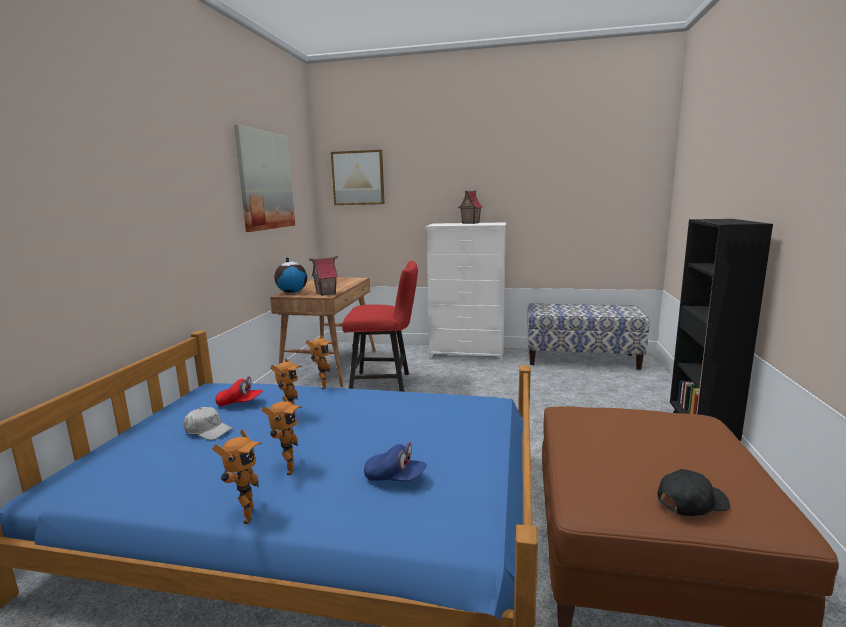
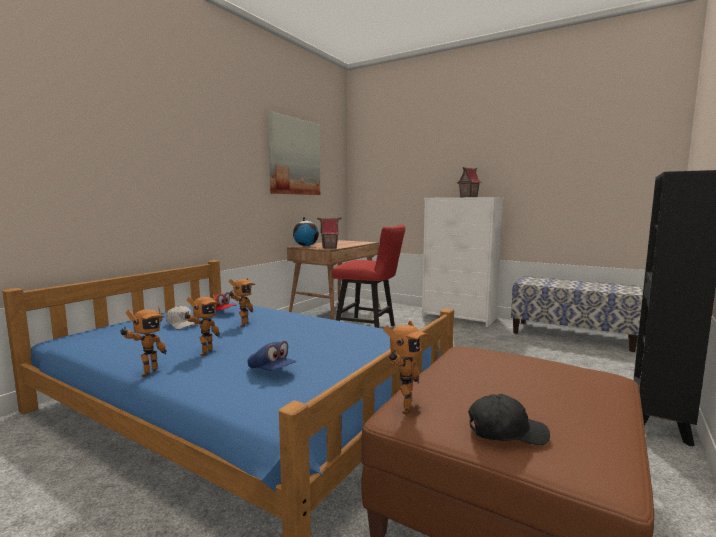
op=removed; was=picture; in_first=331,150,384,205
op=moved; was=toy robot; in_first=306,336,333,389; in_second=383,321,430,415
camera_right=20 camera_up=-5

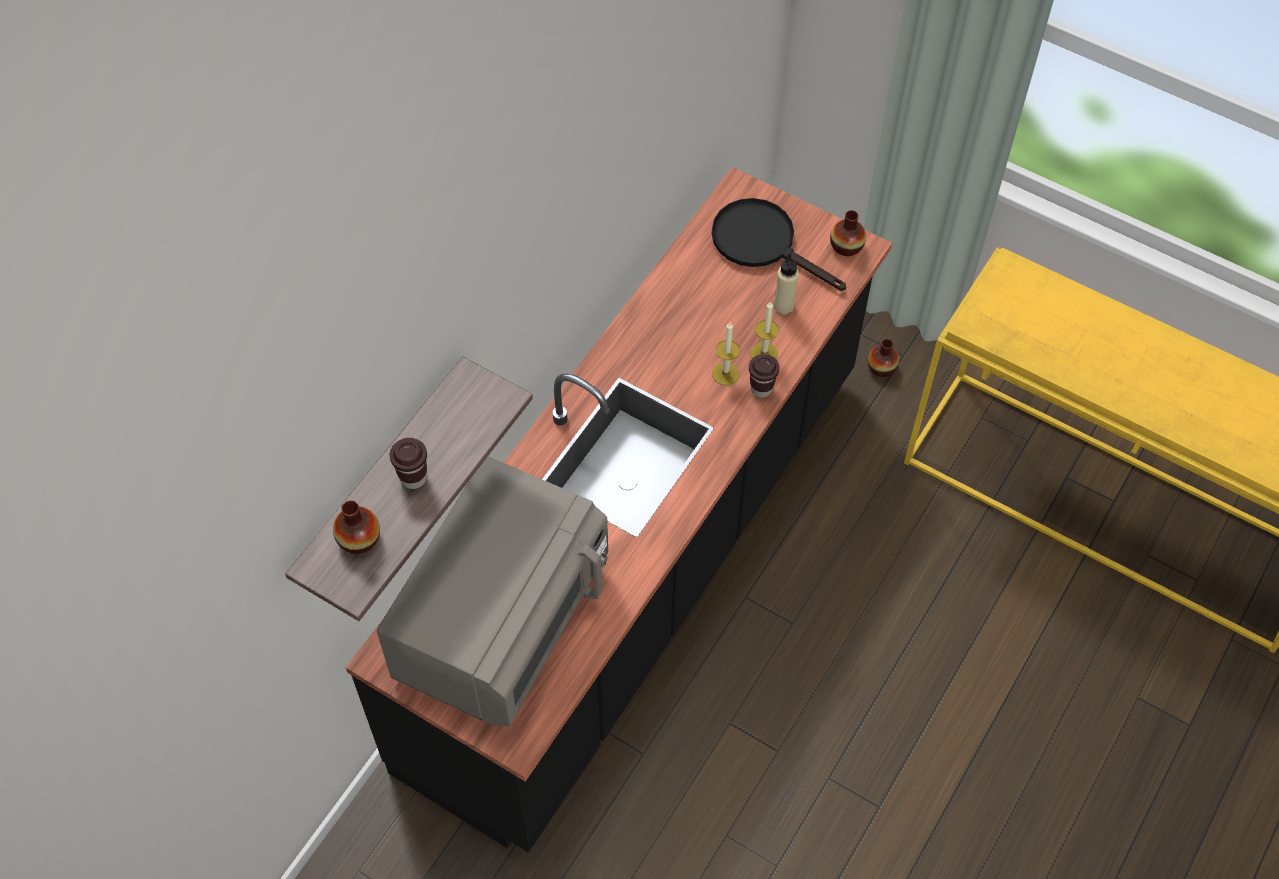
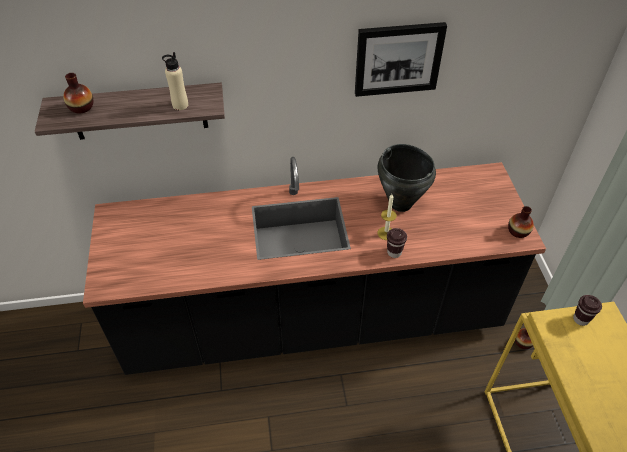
op=removed; was=microwave in grey; in_first=377,456,608,727
op=removed; was=frying pan in black; in_first=712,198,846,291
op=removed; was=candle; in_first=751,301,779,359
op=added; now=picture; in_second=355,22,447,97
op=added; now=cooking pot in black; in_second=378,144,436,212
op=moved; was=cup in brown; in_first=389,438,427,489; in_second=573,295,602,326
op=moved; was=bottle in beige; in_first=774,253,799,315; in_second=162,52,188,110
camera_right=50 camera_up=-10

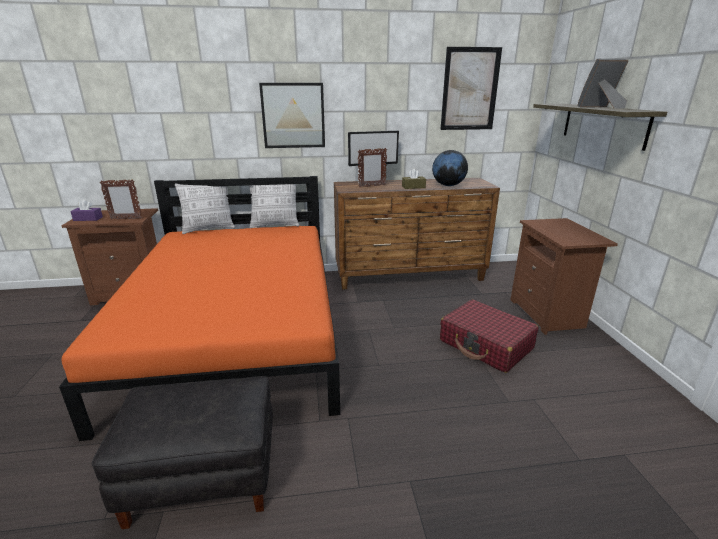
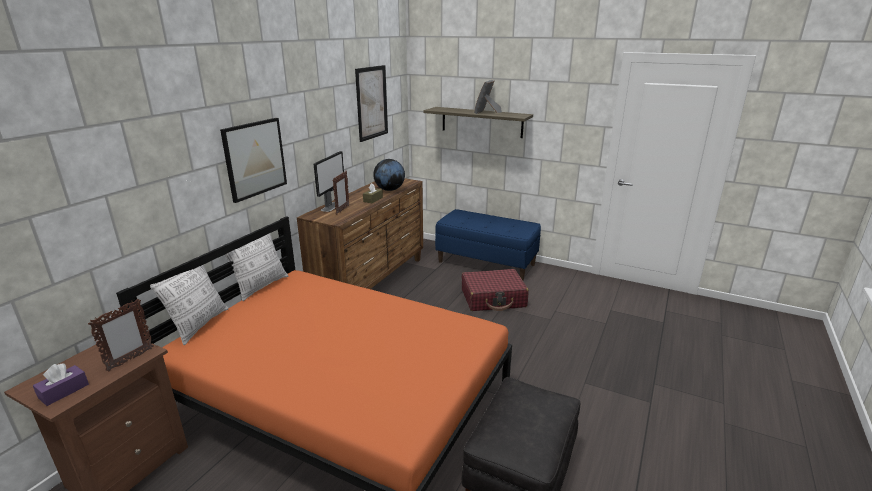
op=replaced; was=nightstand in brown; now=bench in blue; in_first=510,218,618,335; in_second=435,209,541,280
camera_right=-55 camera_up=0

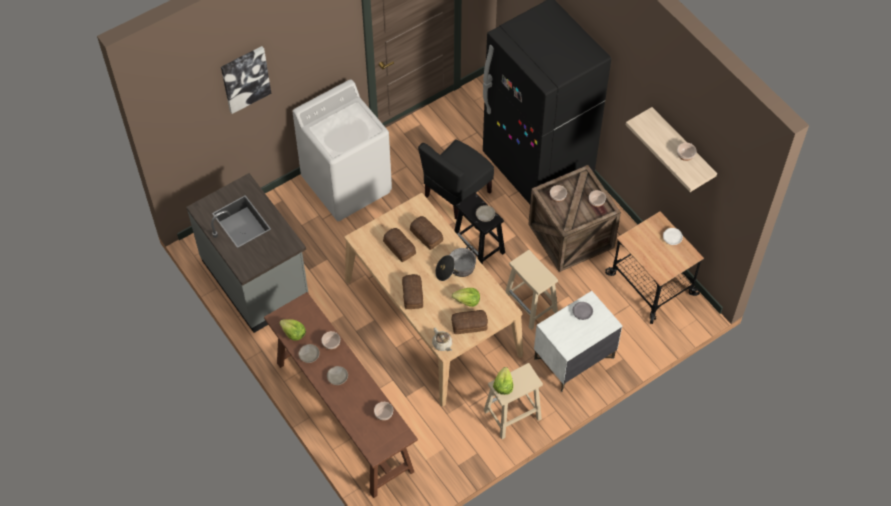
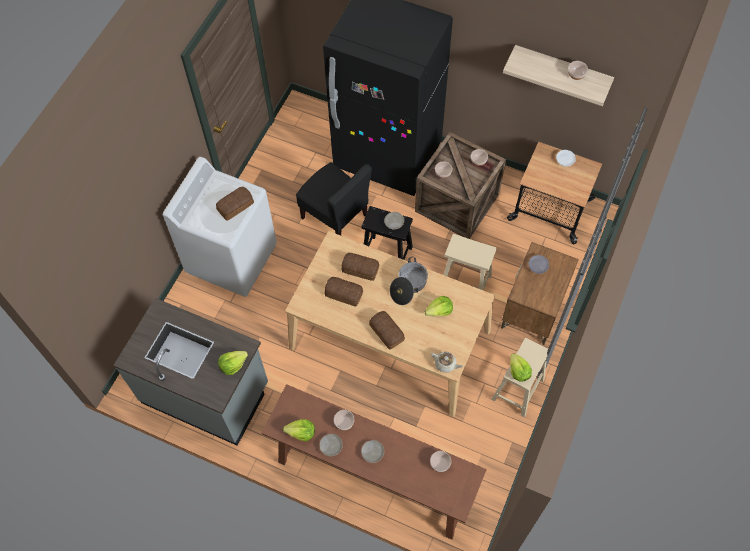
op=removed; was=picture; in_first=221,46,271,114
op=added; now=lettuce; in_second=218,351,248,375
op=moved; was=bread; in_first=451,310,488,334; in_second=216,187,254,221
op=recoloured; was=nightstand in white; now=nightstand in brown; in_first=534,291,623,392; in_second=501,242,579,345
op=turned; was=chair in black; in_first=418,140,494,220; in_second=296,162,372,235; clockwise=-60
camera_right=-30 camera_up=5

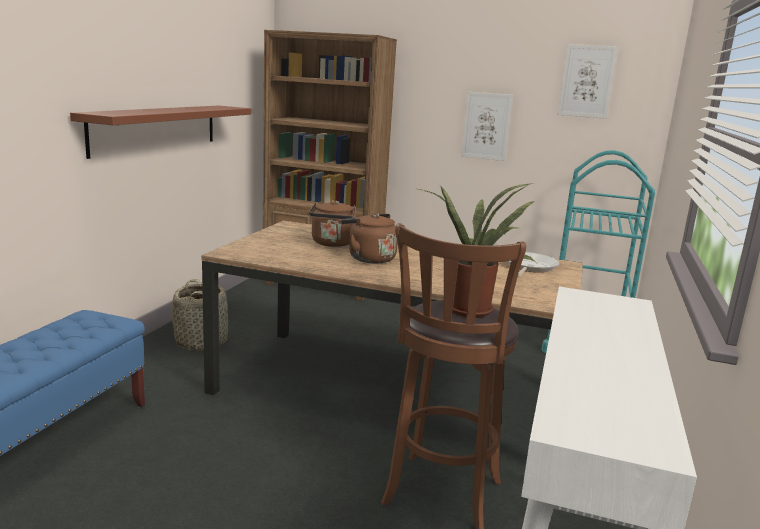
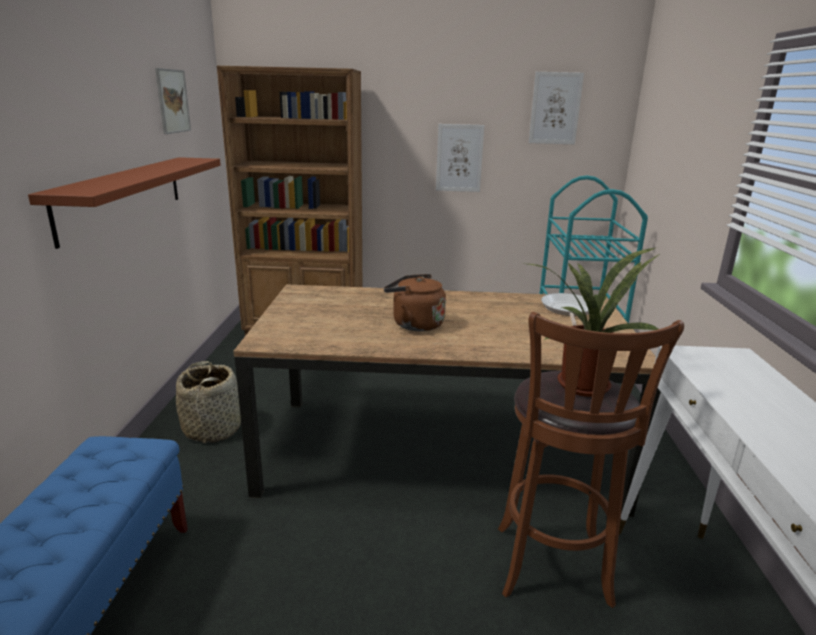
op=removed; was=kettle in brown; in_first=309,200,357,247
op=added; now=picture; in_second=155,68,191,134
camera_right=-15 camera_up=5

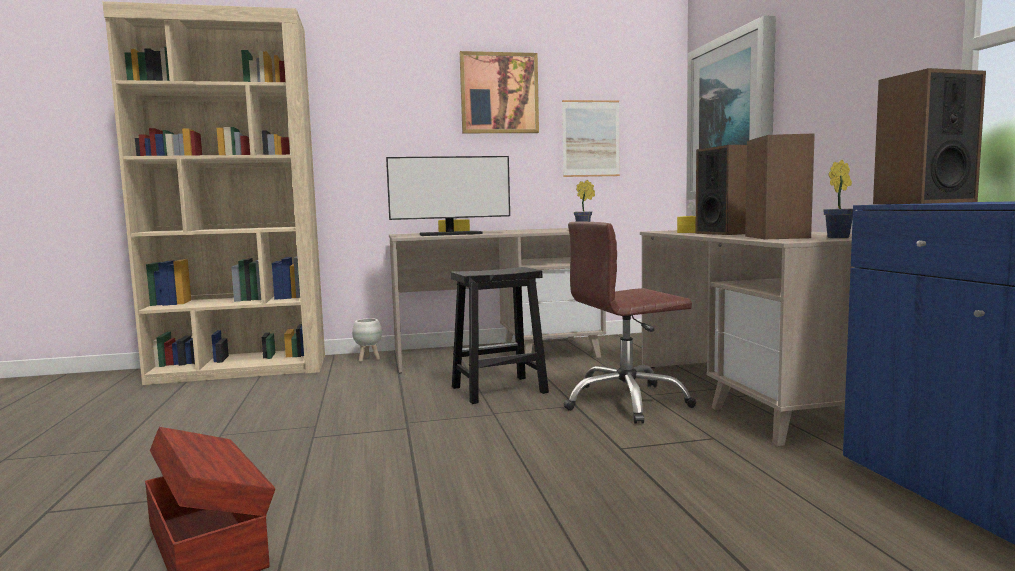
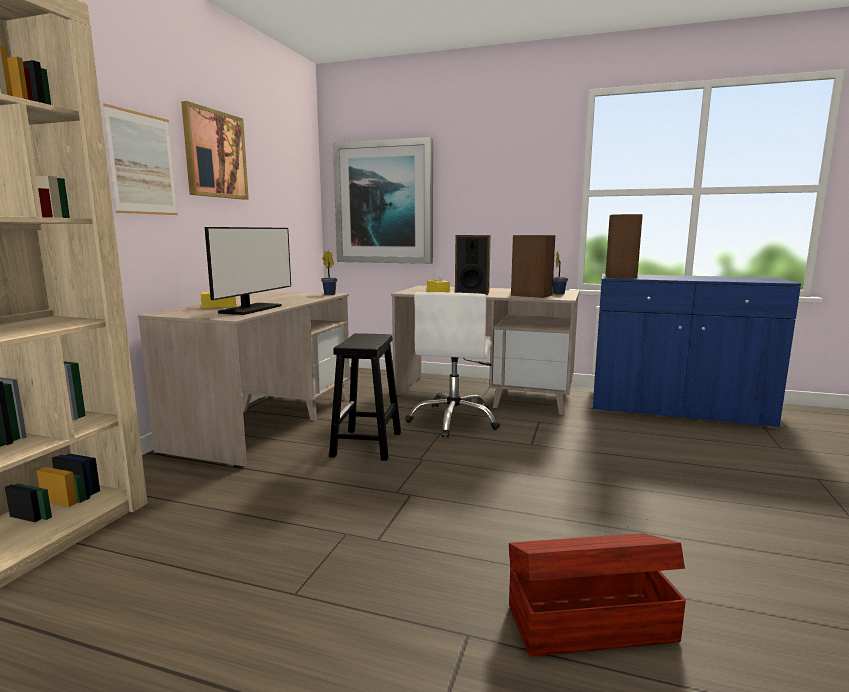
op=removed; was=planter in white; in_first=352,318,382,362
op=moved; was=picture; in_first=562,100,620,177; in_second=103,103,178,215
op=recoloured; was=office chair in brown; now=office chair in white; in_first=563,221,696,424; in_second=405,292,500,438
camera_right=-60 camera_up=5

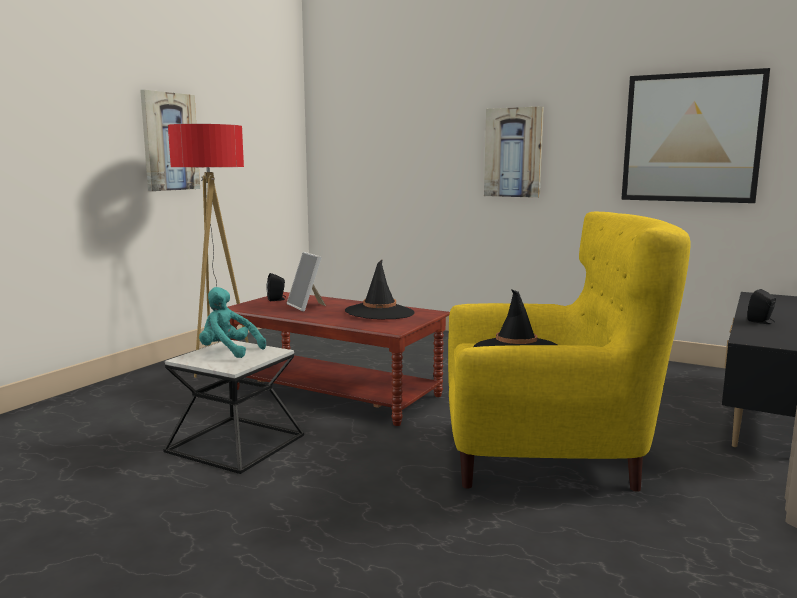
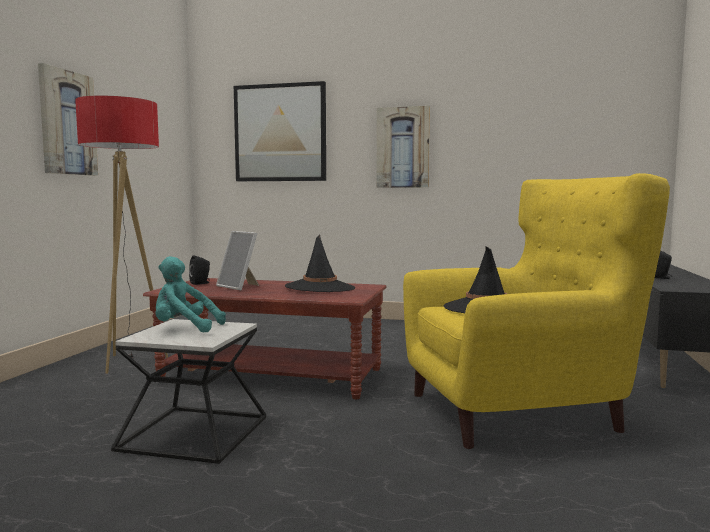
op=moved; was=picture; in_first=621,68,770,203; in_second=234,81,326,181
camera_right=-15 camera_up=-5

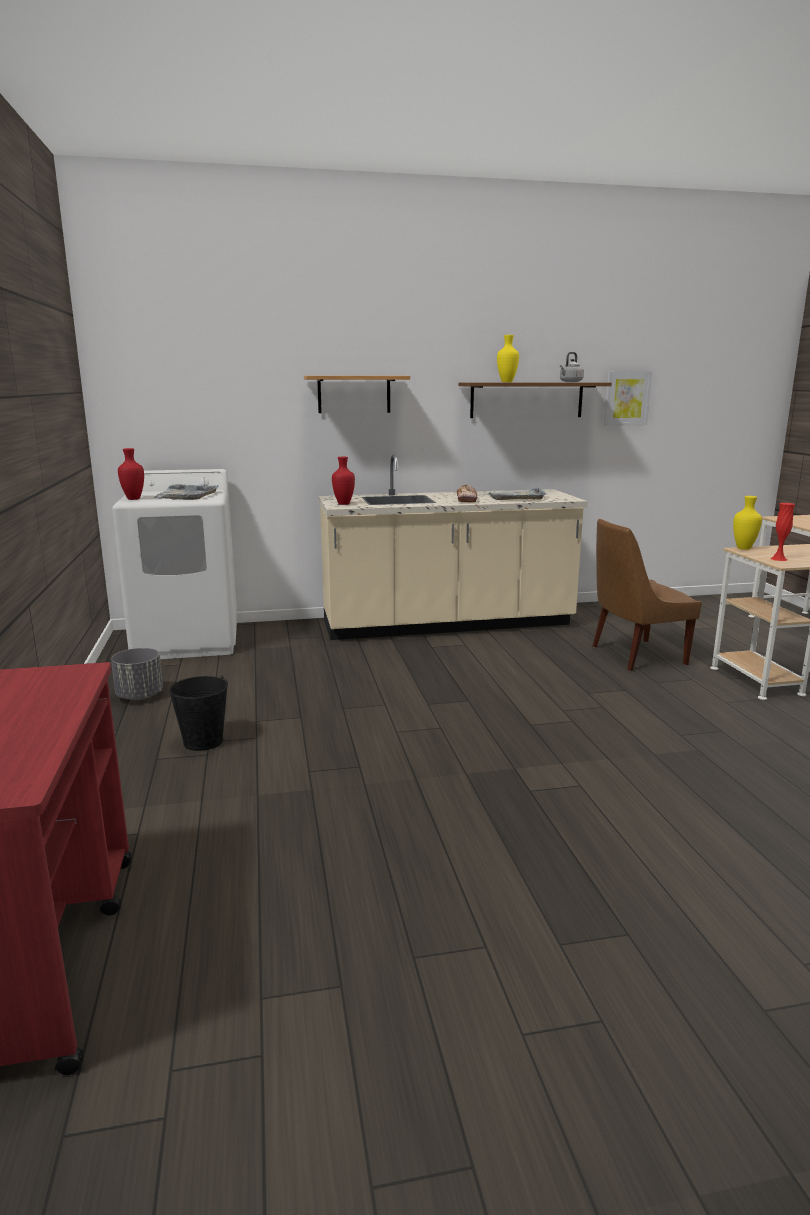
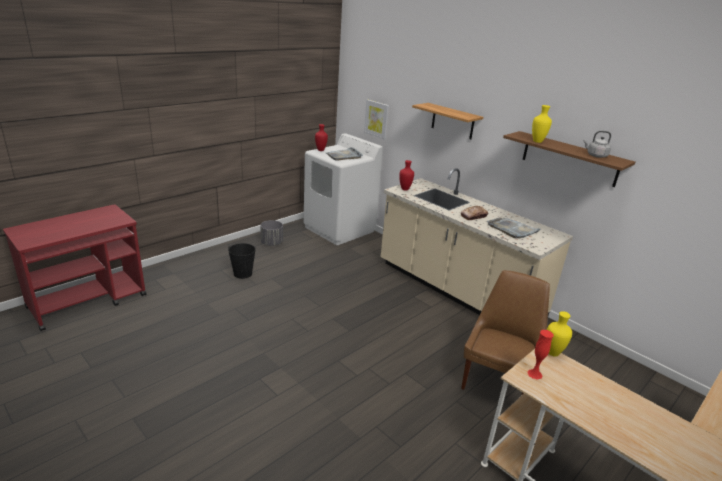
op=moved; was=picture; in_first=604,371,652,426; in_second=364,100,389,139
op=turned; was=chair in brown; in_first=593,519,702,671; in_second=461,270,550,396; clockwise=75
camera_right=55 camera_up=10

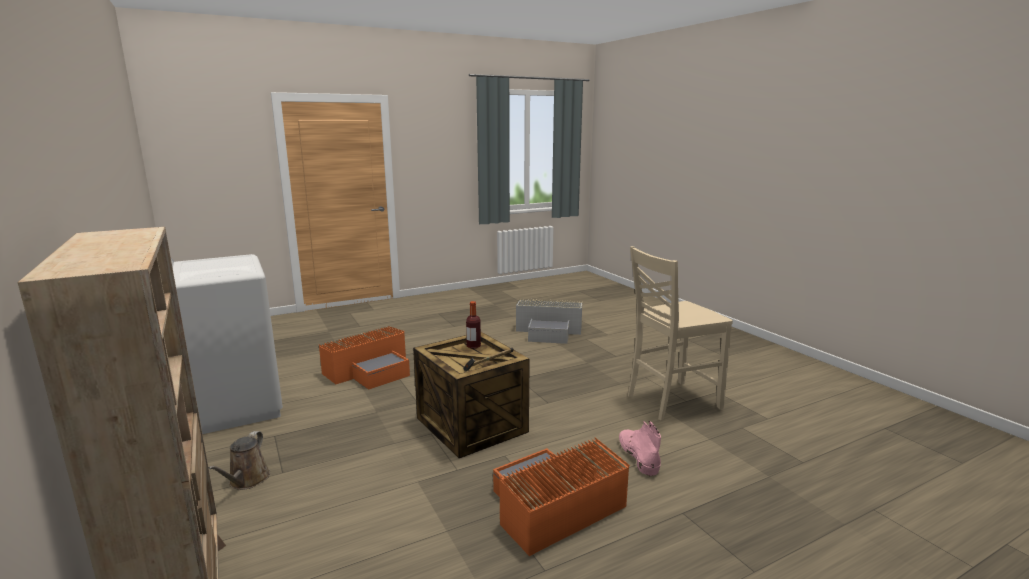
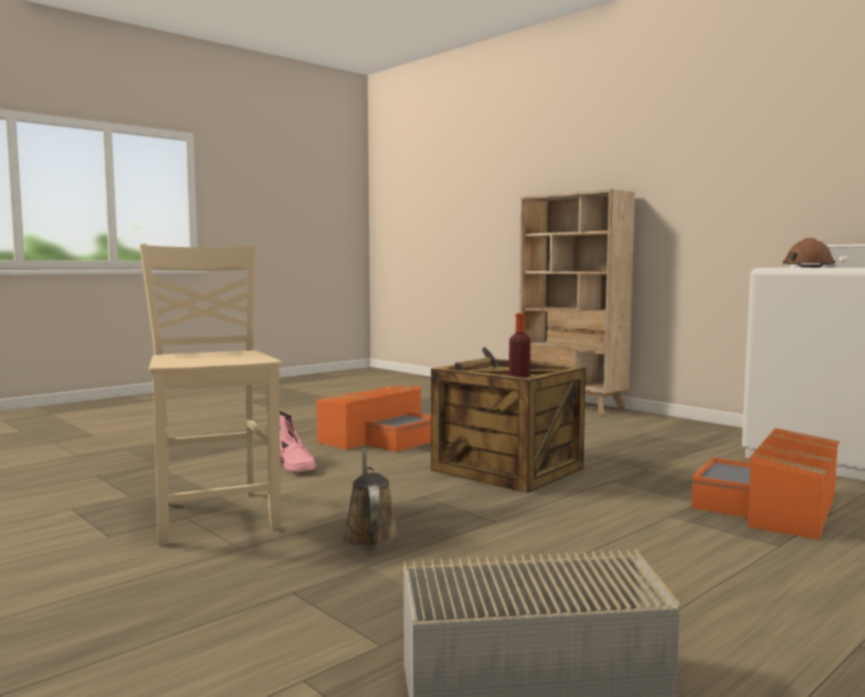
op=added; now=hard hat in brown; in_second=783,238,835,268
op=moved; was=watering can in brown; in_first=209,431,270,490; in_second=342,447,399,547
op=turned; was=chair in beige; in_first=628,246,733,421; in_second=139,244,282,545; clockwise=-75
camera_right=165 camera_up=-10

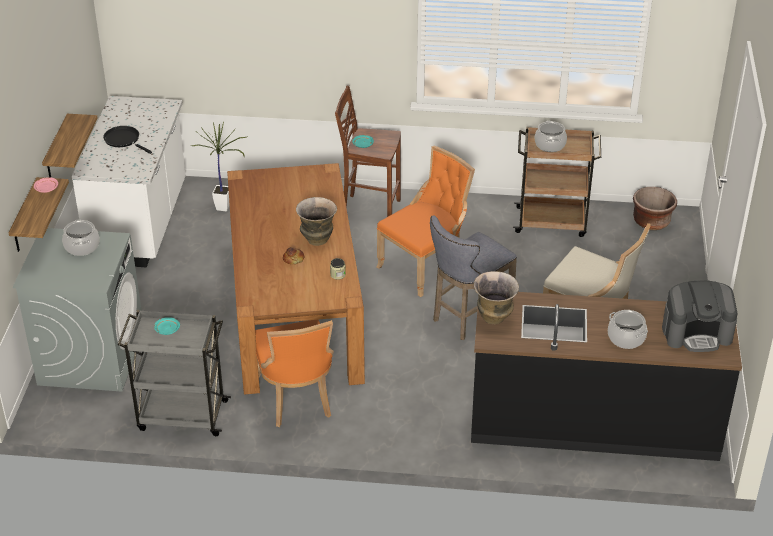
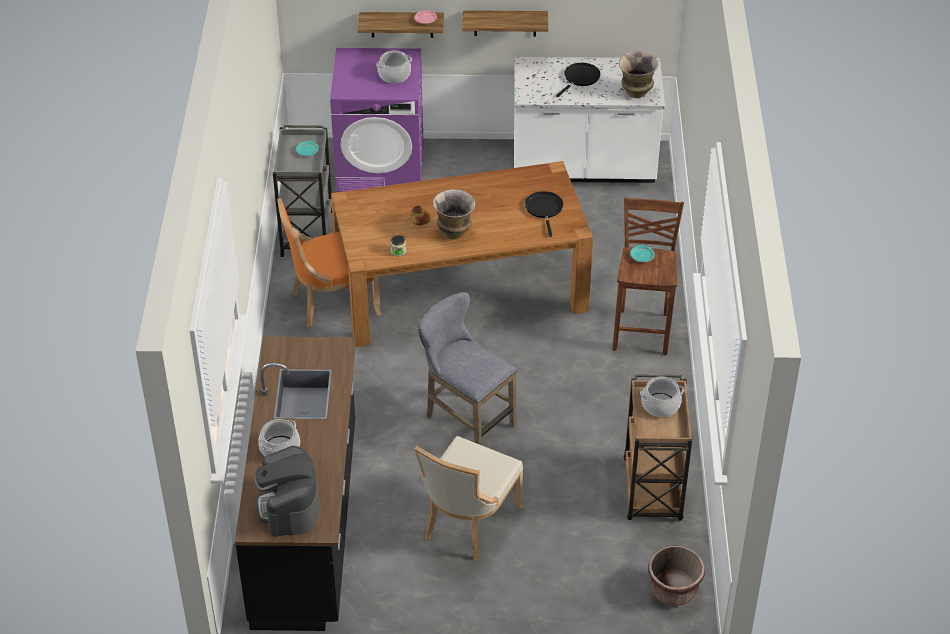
op=removed; was=potted plant; in_first=191,121,248,211
op=removed; was=chair in orange; in_first=376,146,475,297
op=added; now=frying pan in black; in_second=525,191,563,237
op=moved; was=vase; in_first=474,271,519,324; in_second=619,51,658,98
op=recoloured; was=washing machine in grey; now=washing machine in purple; in_first=13,228,142,392; in_second=330,48,424,192
camera_right=85 camera_up=5

